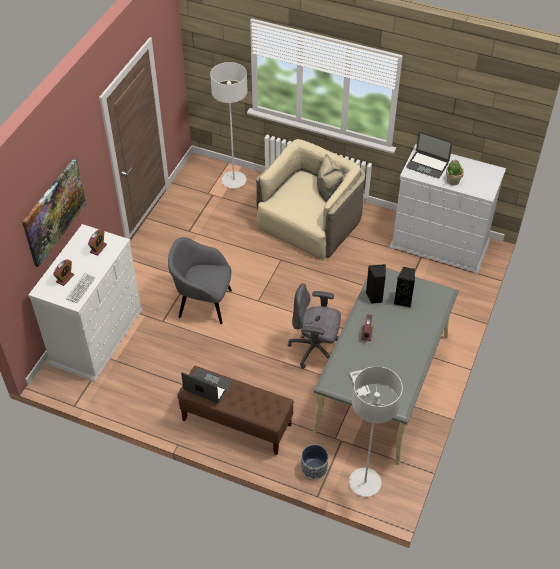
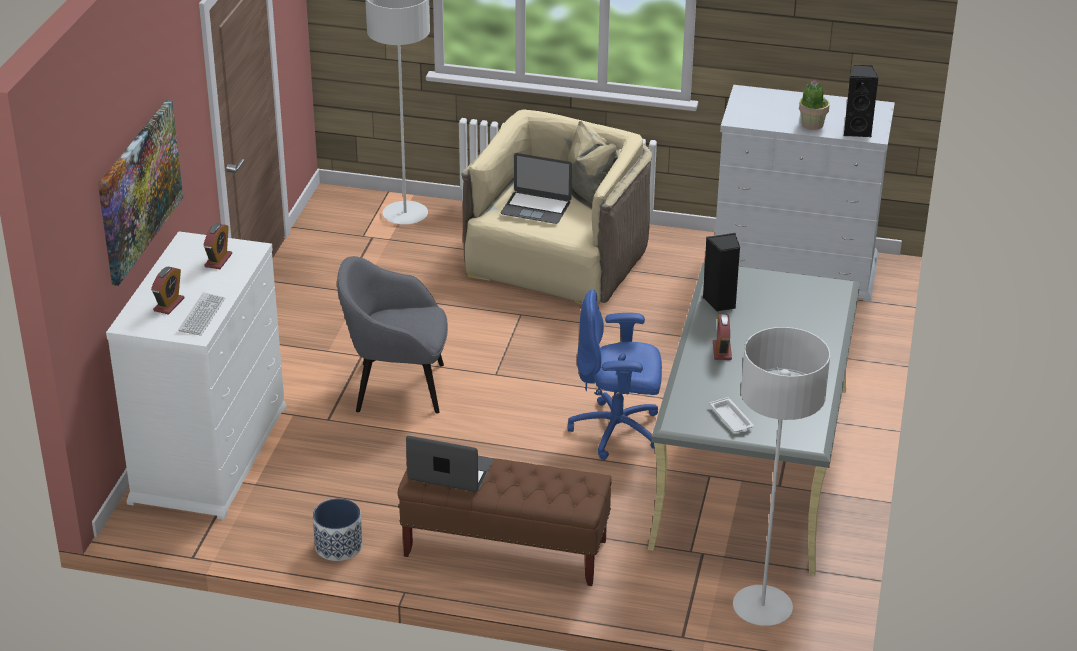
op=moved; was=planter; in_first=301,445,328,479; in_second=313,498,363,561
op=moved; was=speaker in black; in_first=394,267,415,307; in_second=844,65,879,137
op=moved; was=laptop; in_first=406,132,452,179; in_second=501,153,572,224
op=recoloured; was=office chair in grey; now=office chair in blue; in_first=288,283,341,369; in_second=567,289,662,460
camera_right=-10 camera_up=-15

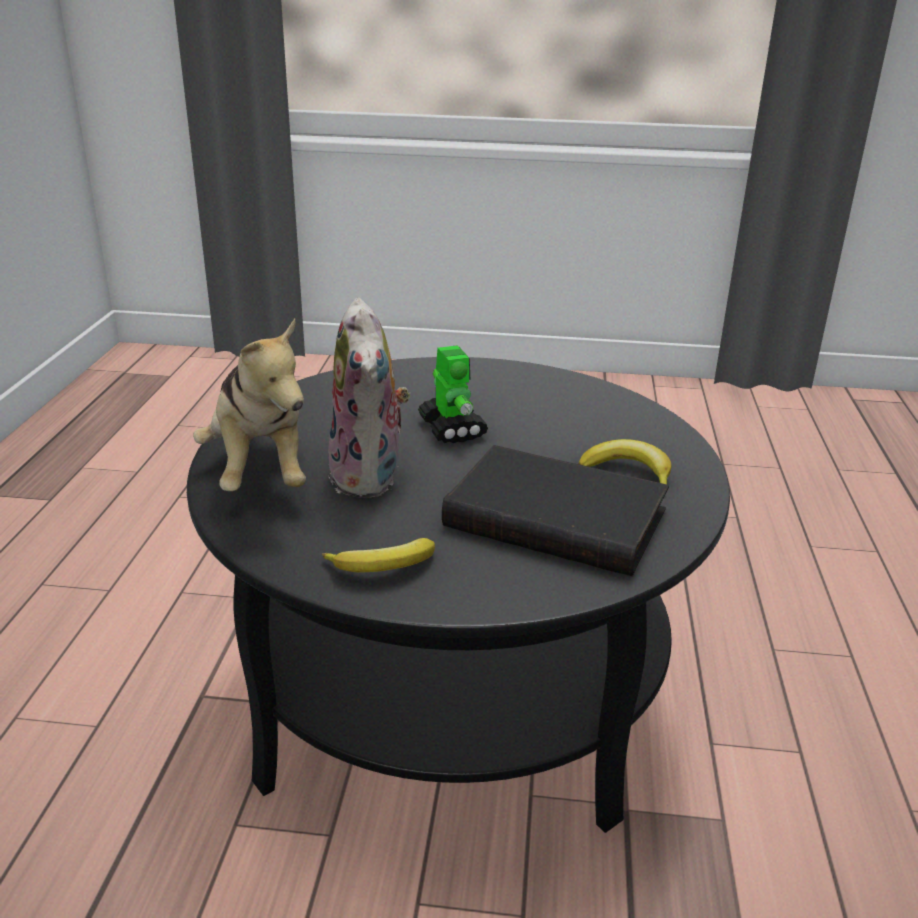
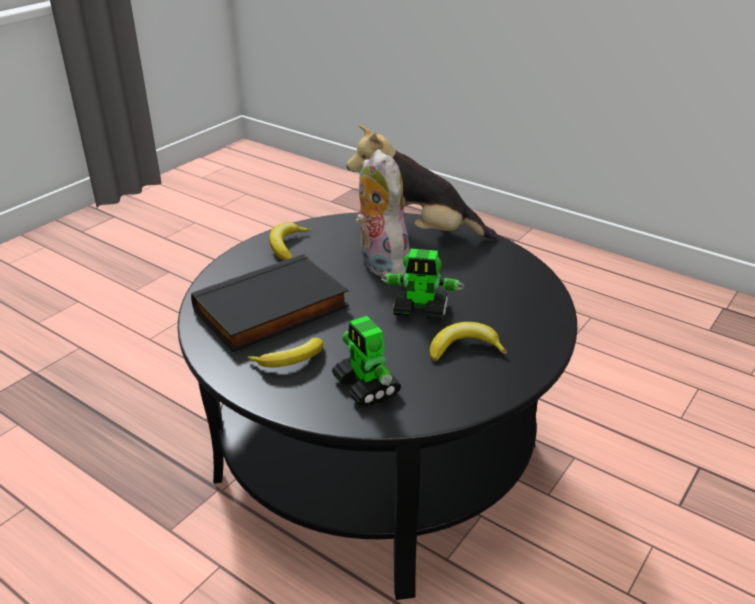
op=added; now=toy robot; in_second=332,316,402,407
op=added; now=banana; in_second=430,322,507,362
op=turned; was=plush toy; in_first=328,298,410,498; in_second=355,149,410,278; clockwise=45
camera_right=120 camera_up=5

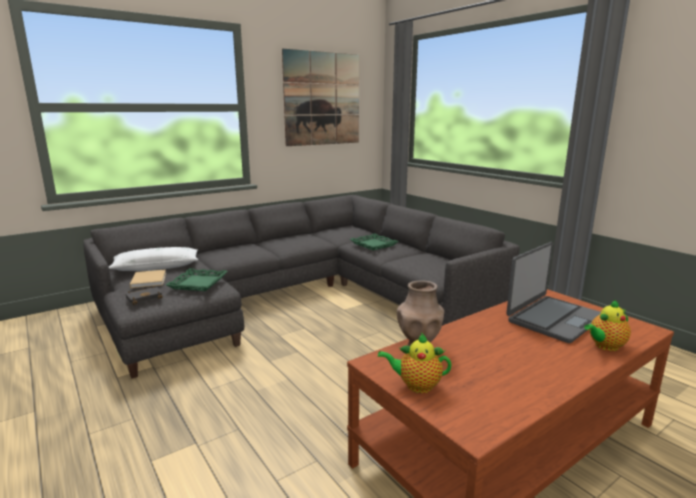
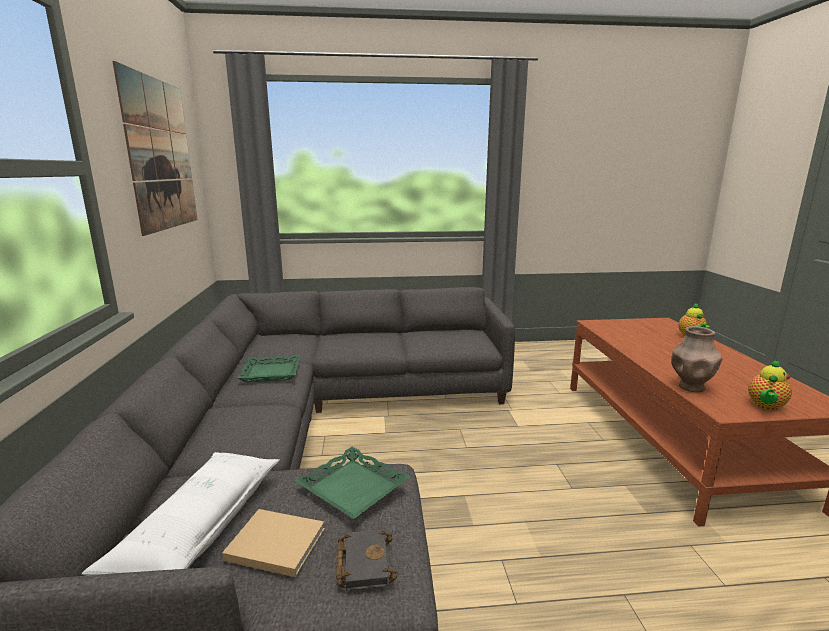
op=removed; was=laptop; in_first=506,242,601,343
op=moved; was=tray in green; in_first=350,233,399,251; in_second=237,355,301,382
camera_right=-60 camera_up=0

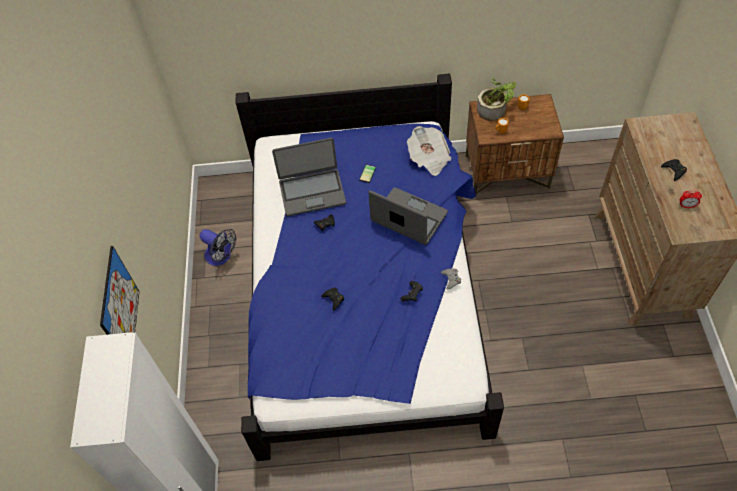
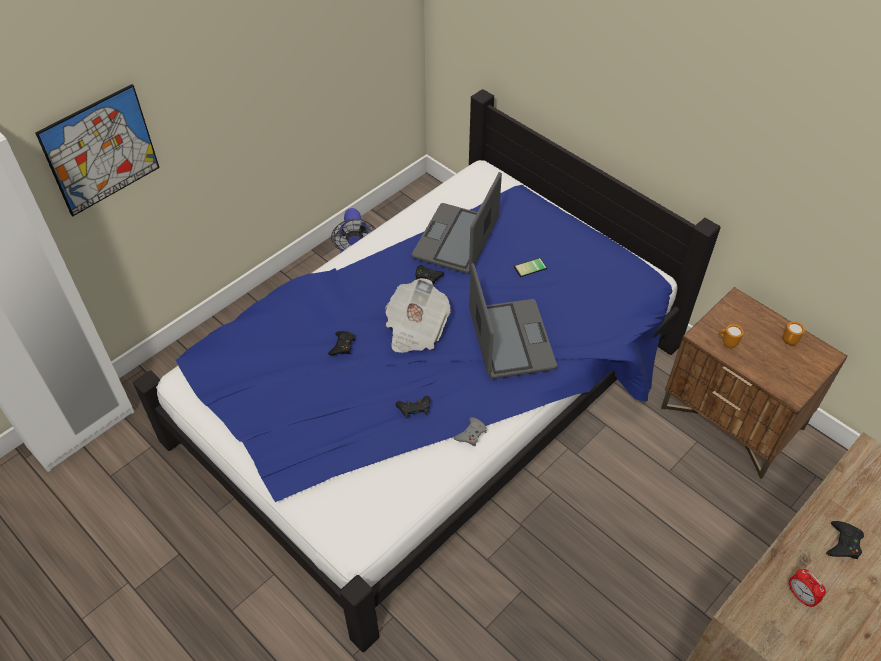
op=removed; was=potted plant; in_first=477,77,516,121
op=moved; was=newspaper; in_first=407,126,452,176; in_second=385,278,451,353
op=turned; was=laptop; in_first=272,138,346,216; in_second=412,172,502,274; clockwise=75
camera_right=45 camera_up=-5

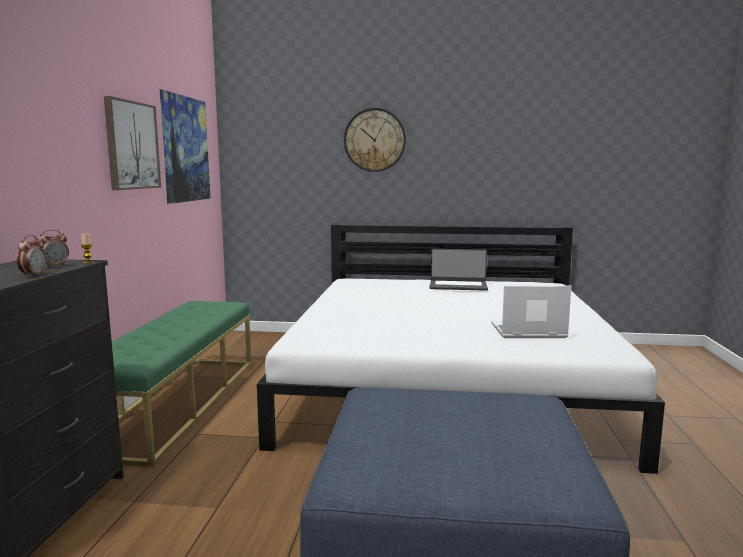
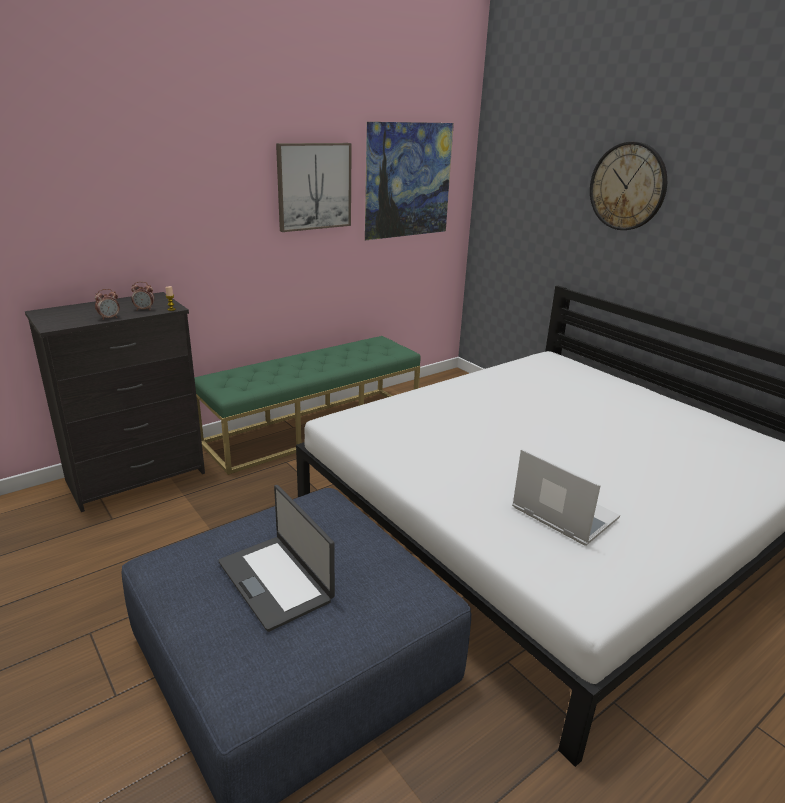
op=moved; was=laptop; in_first=430,249,488,291; in_second=218,485,335,632
camera_right=45 camera_up=15

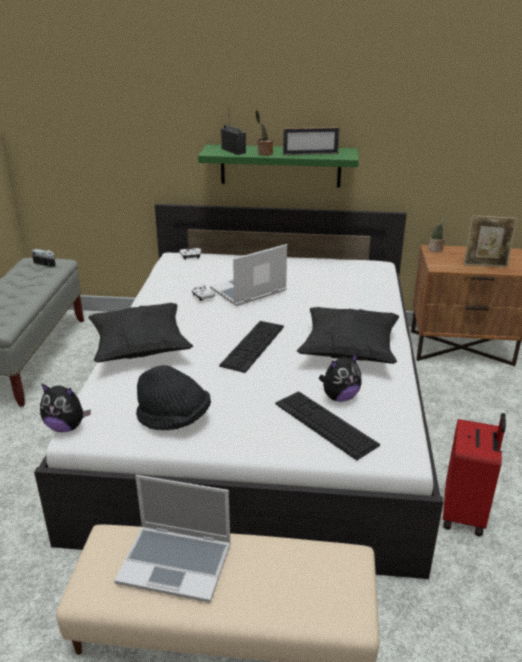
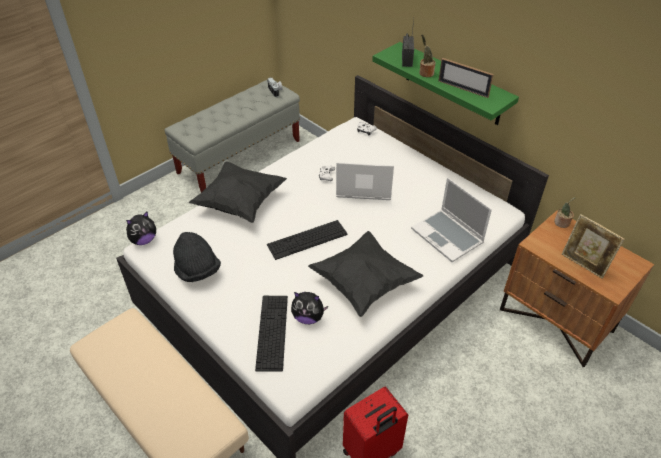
op=moved; was=laptop; in_first=114,475,231,603; in_second=411,178,492,262
op=turned; was=plush toy; in_first=40,383,91,432; in_second=126,212,156,245; clockwise=-90
camera_right=40 camera_up=15

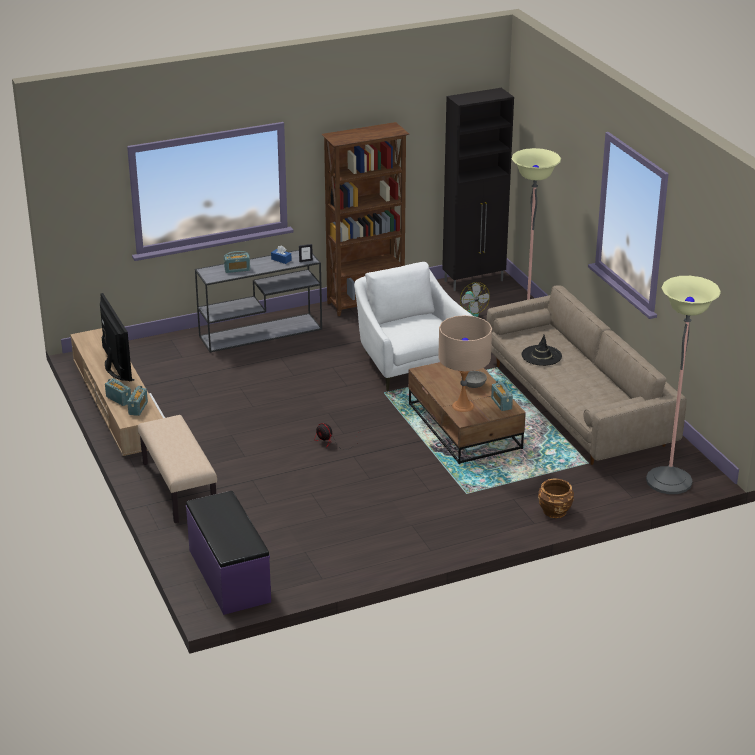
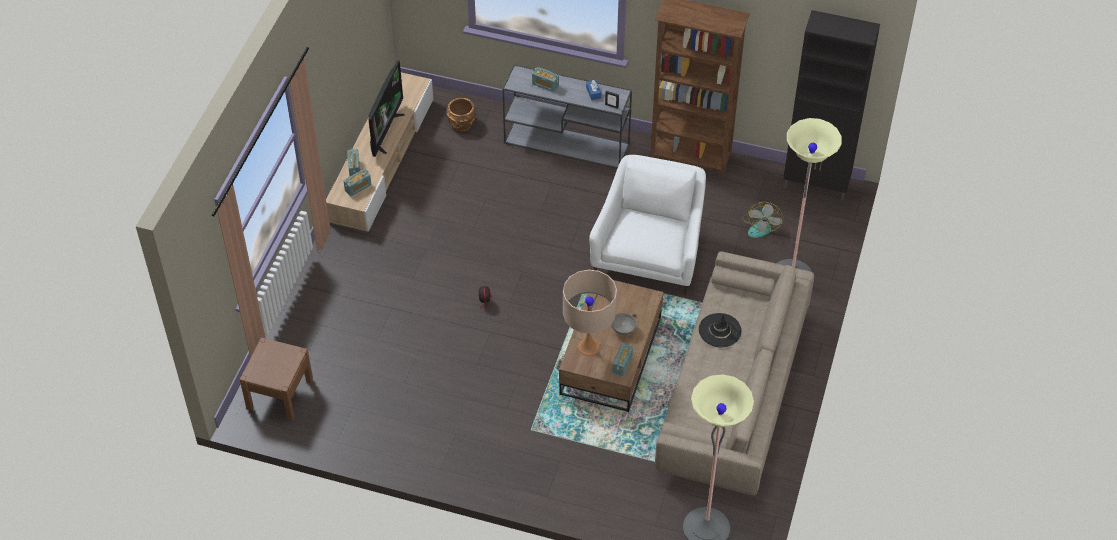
op=removed; was=bench in beige; in_first=138,415,217,523
op=moved; was=planter in brown; in_first=538,478,574,518; in_second=446,98,476,131
op=replaced; was=bench in purple; now=nightstand in brown; in_first=186,491,271,615; in_second=240,337,313,421
camera_right=40 camera_up=20

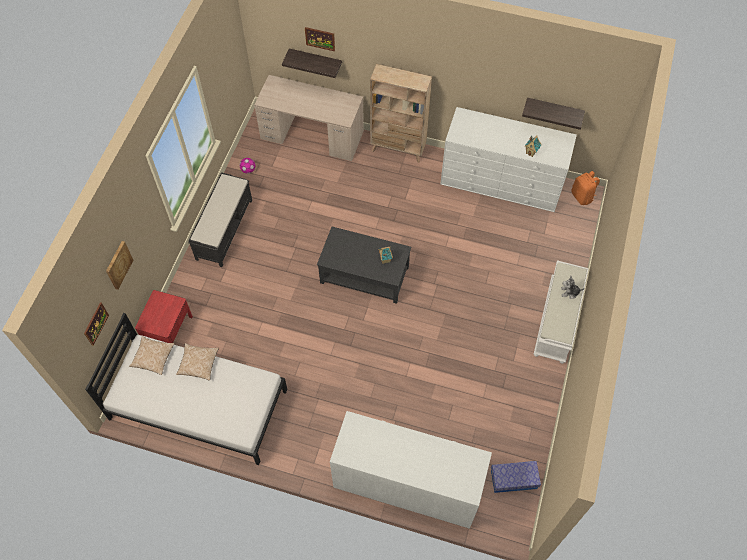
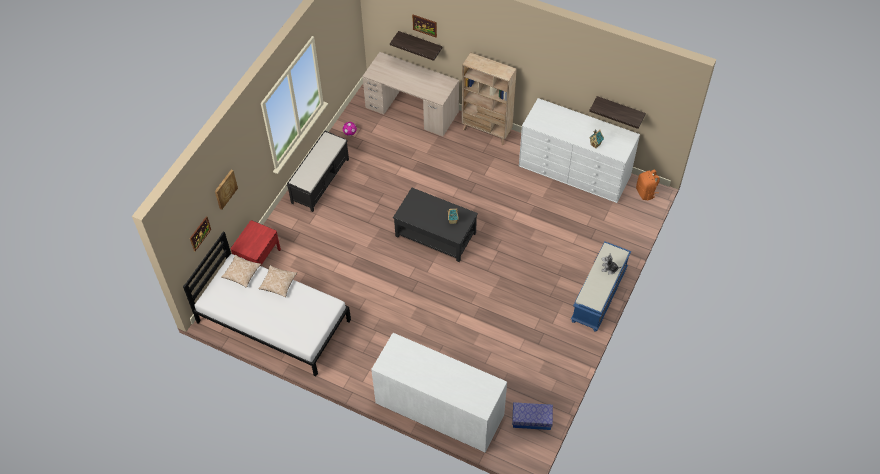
op=recoloured; was=bench in white; now=bench in blue; in_first=534,260,589,364; in_second=571,242,631,332
camera_right=10 camera_up=-5

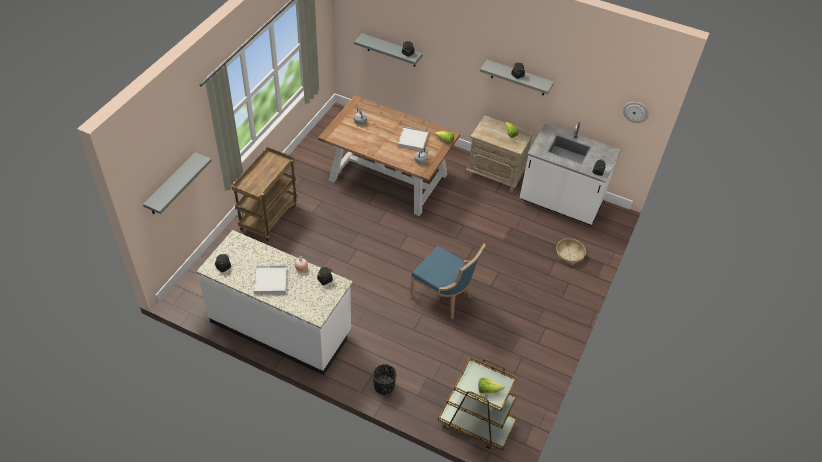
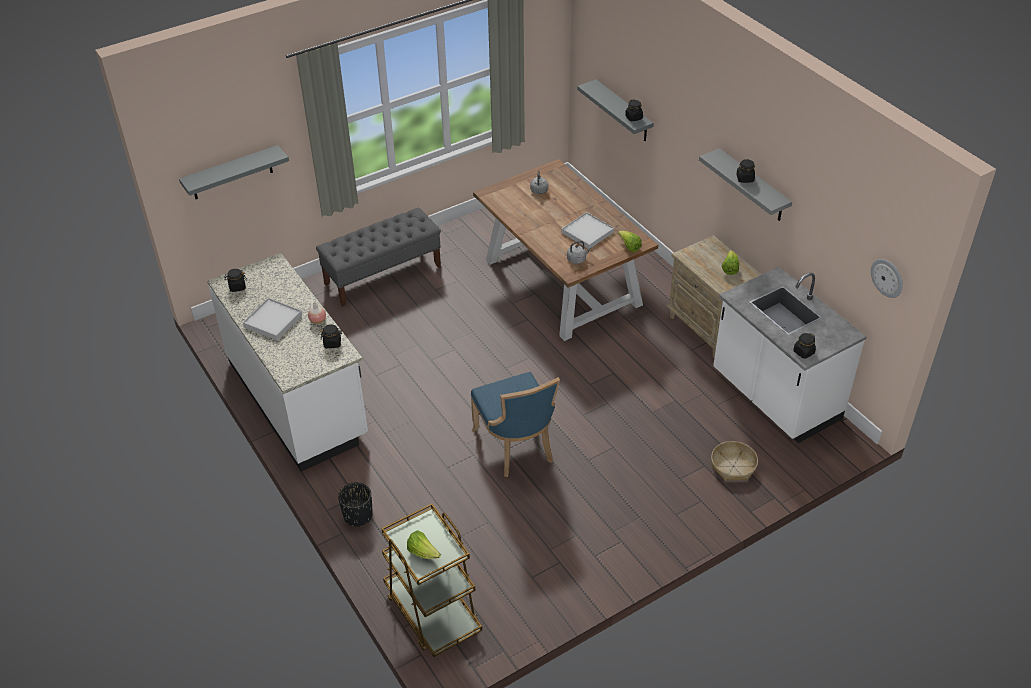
op=replaced; was=cart in brown; now=bench in grey; in_first=232,147,298,241; in_second=316,208,441,307
camera_right=35 camera_up=-5

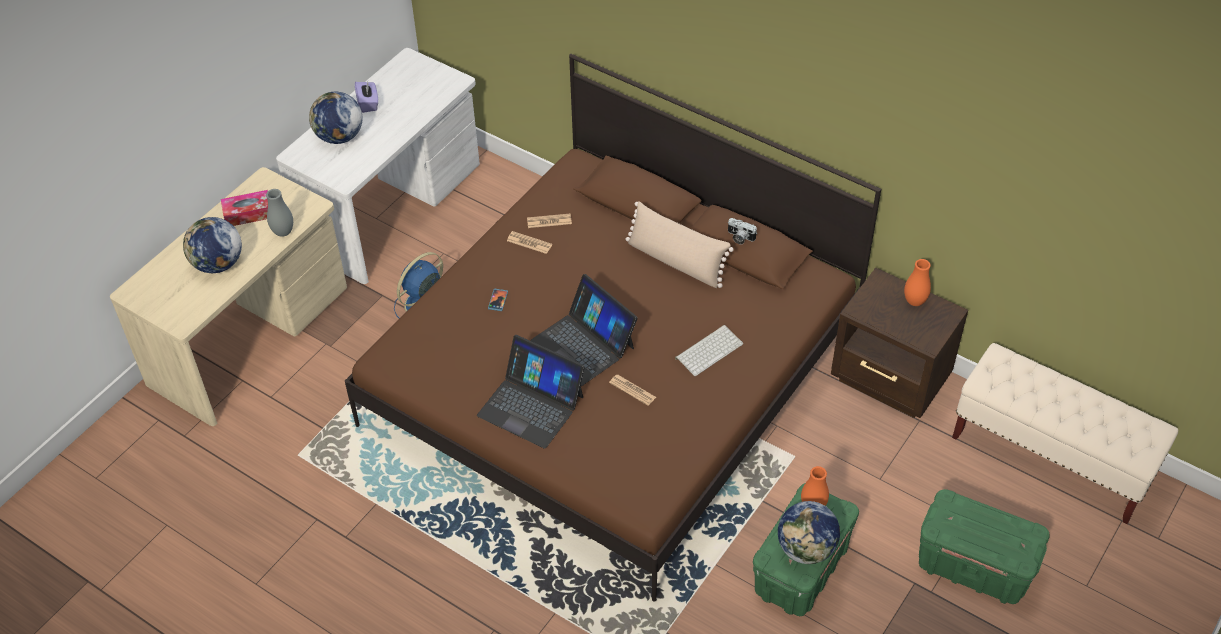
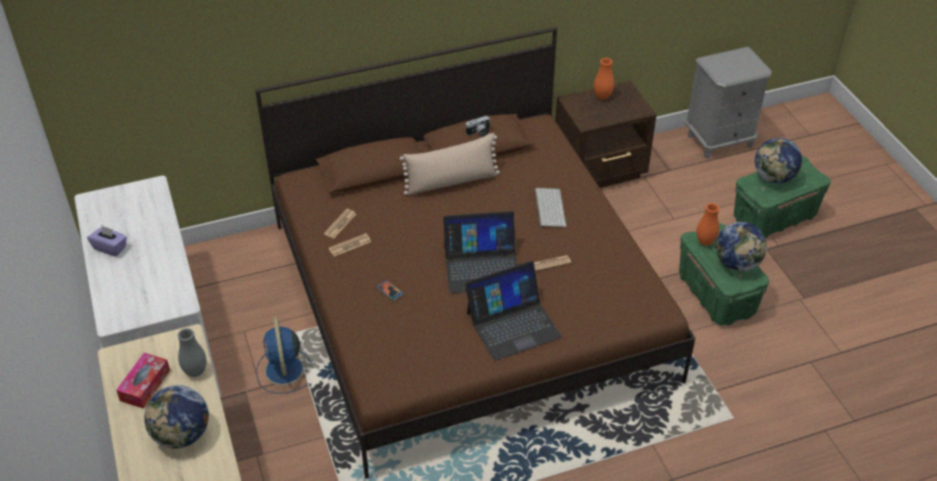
op=moved; was=globe; in_first=309,92,363,144; in_second=755,138,802,184
op=replaced; was=bench in beige; now=nightstand in grey; in_first=952,343,1178,524; in_second=685,47,772,159
camera_right=-55 camera_up=-5

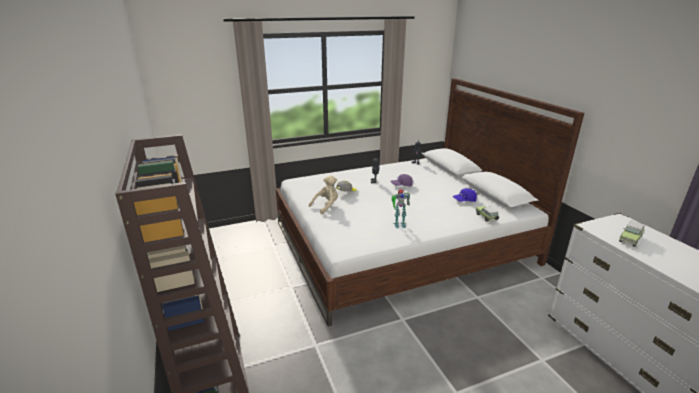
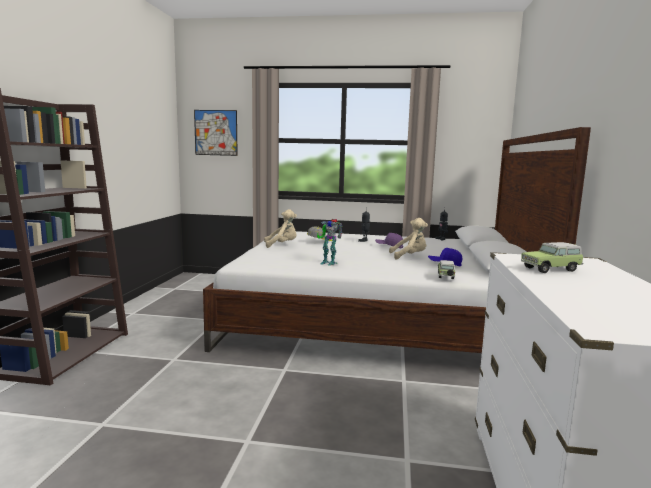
op=added; now=picture; in_second=194,110,238,156
op=added; now=plush toy in beige; in_second=389,218,428,259
camera_right=30 camera_up=-15

